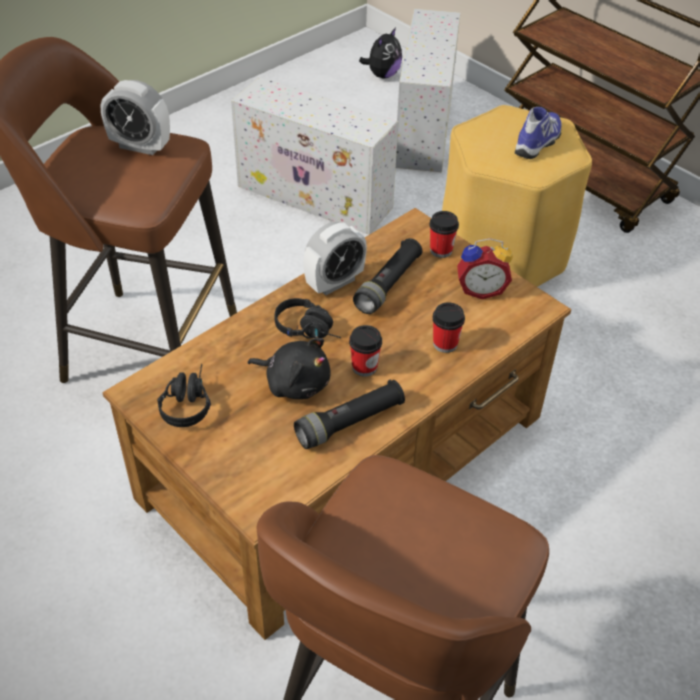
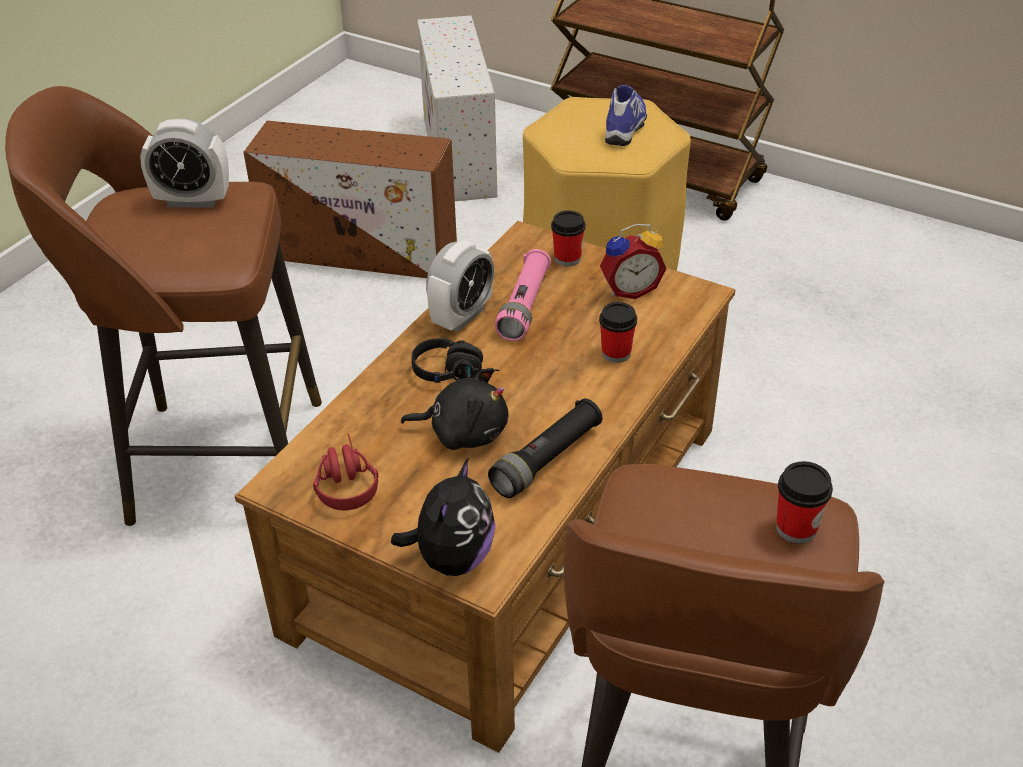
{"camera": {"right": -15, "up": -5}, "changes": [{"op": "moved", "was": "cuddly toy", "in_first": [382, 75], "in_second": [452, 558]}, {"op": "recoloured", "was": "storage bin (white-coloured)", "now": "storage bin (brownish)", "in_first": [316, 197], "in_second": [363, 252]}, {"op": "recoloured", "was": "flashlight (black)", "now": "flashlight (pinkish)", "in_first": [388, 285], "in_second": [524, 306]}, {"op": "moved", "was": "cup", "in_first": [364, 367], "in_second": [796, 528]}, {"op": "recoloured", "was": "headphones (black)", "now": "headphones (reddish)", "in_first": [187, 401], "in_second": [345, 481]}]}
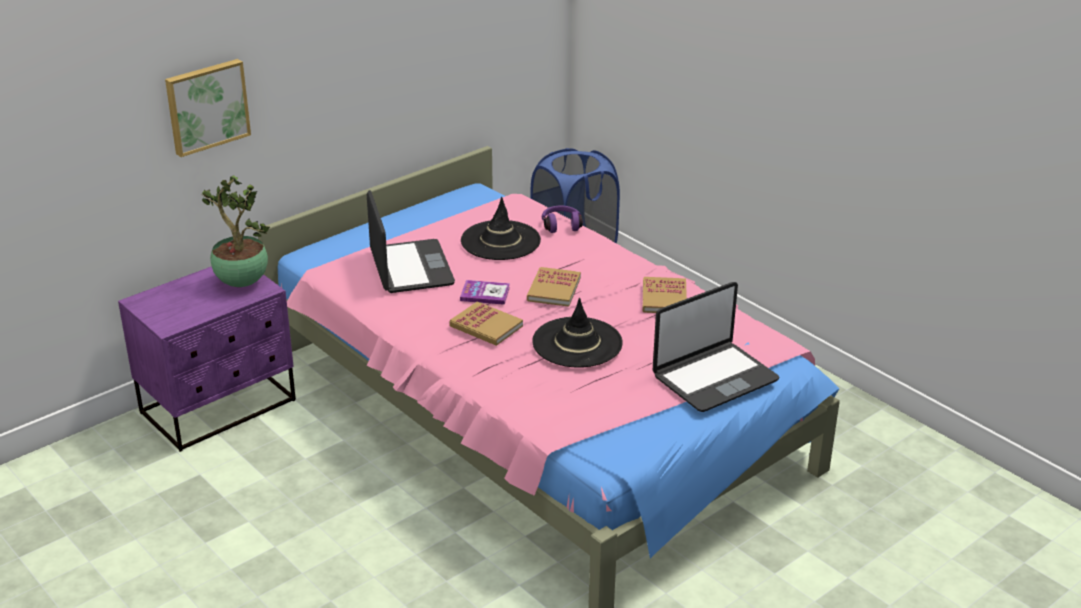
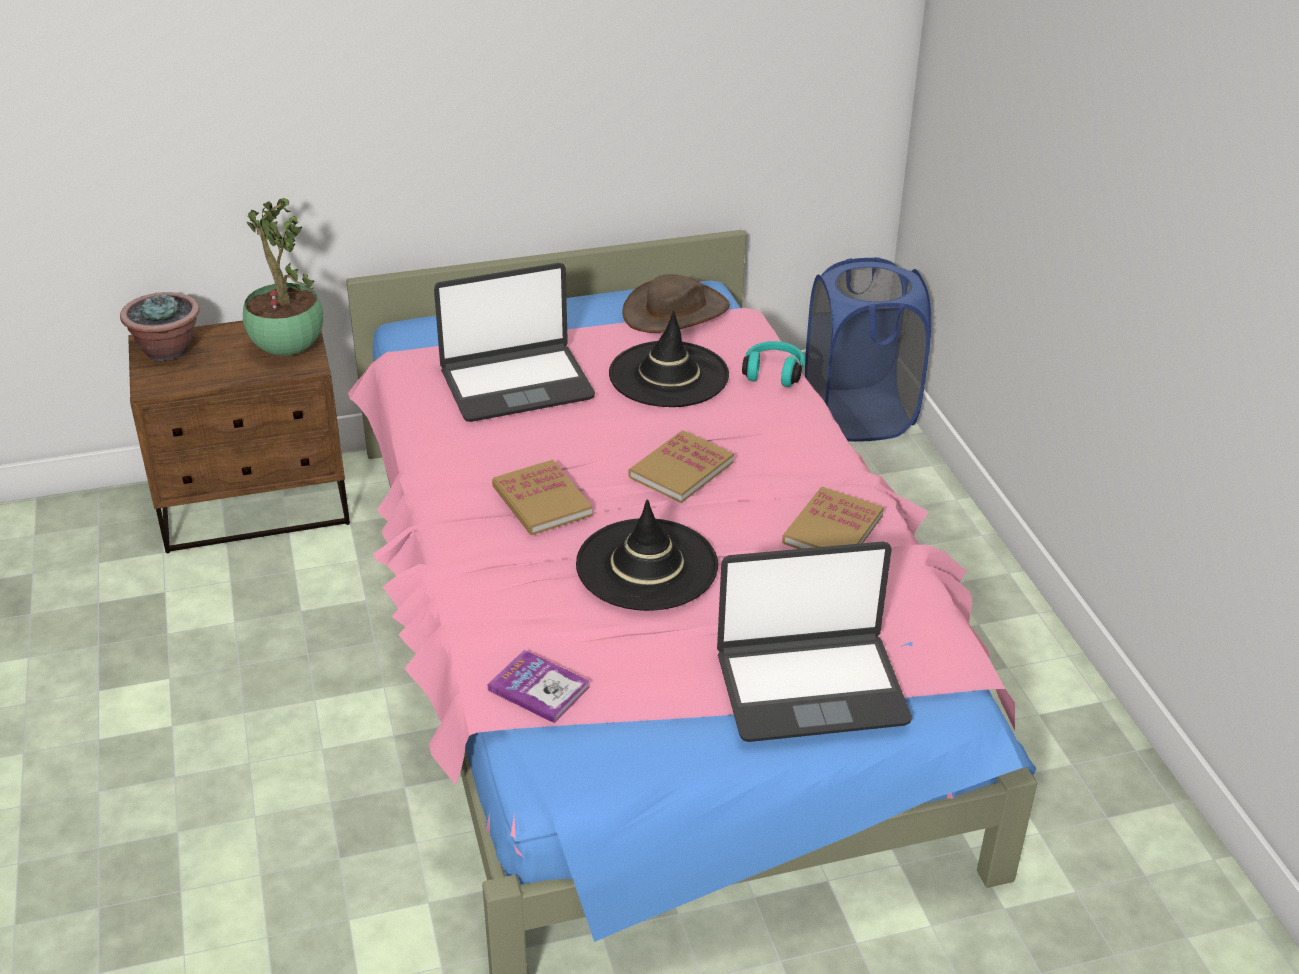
{"camera": {"right": 25, "up": 5}, "changes": [{"op": "removed", "was": "wall art", "in_first": [206, 106]}, {"op": "turned", "was": "notebook computer", "in_first": [410, 268], "in_second": [516, 384], "clockwise": 60}, {"op": "recoloured", "was": "headphones (purplish)", "now": "headphones (turquoise)", "in_first": [561, 225], "in_second": [774, 373]}, {"op": "recoloured", "was": "nightstand (purplish)", "now": "nightstand (brownish)", "in_first": [220, 407], "in_second": [256, 506]}, {"op": "moved", "was": "book", "in_first": [485, 294], "in_second": [539, 688]}, {"op": "added", "now": "wearable hat (brownish)", "in_second": [676, 311]}, {"op": "added", "now": "potted plant", "in_second": [167, 350]}]}
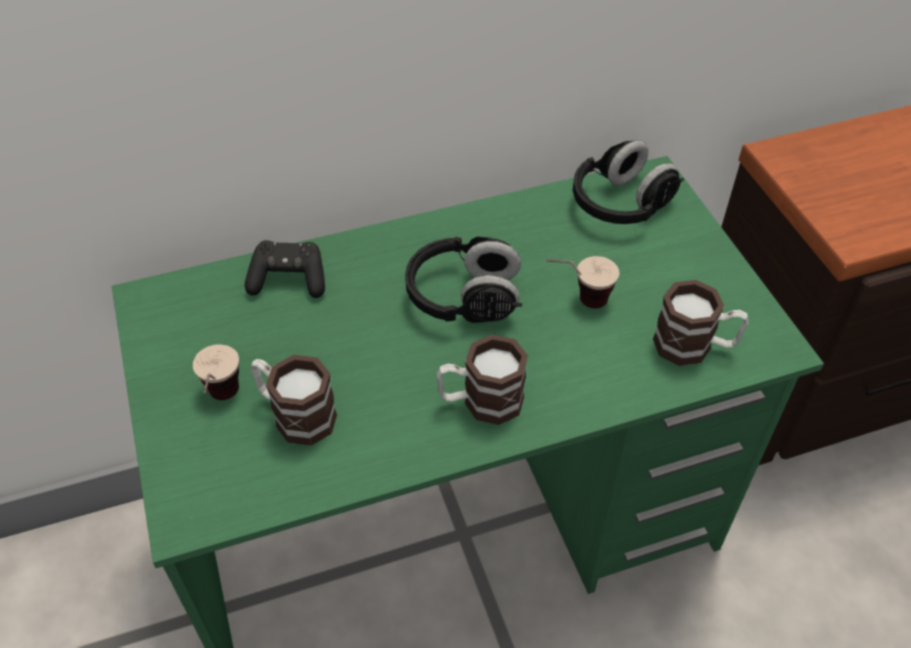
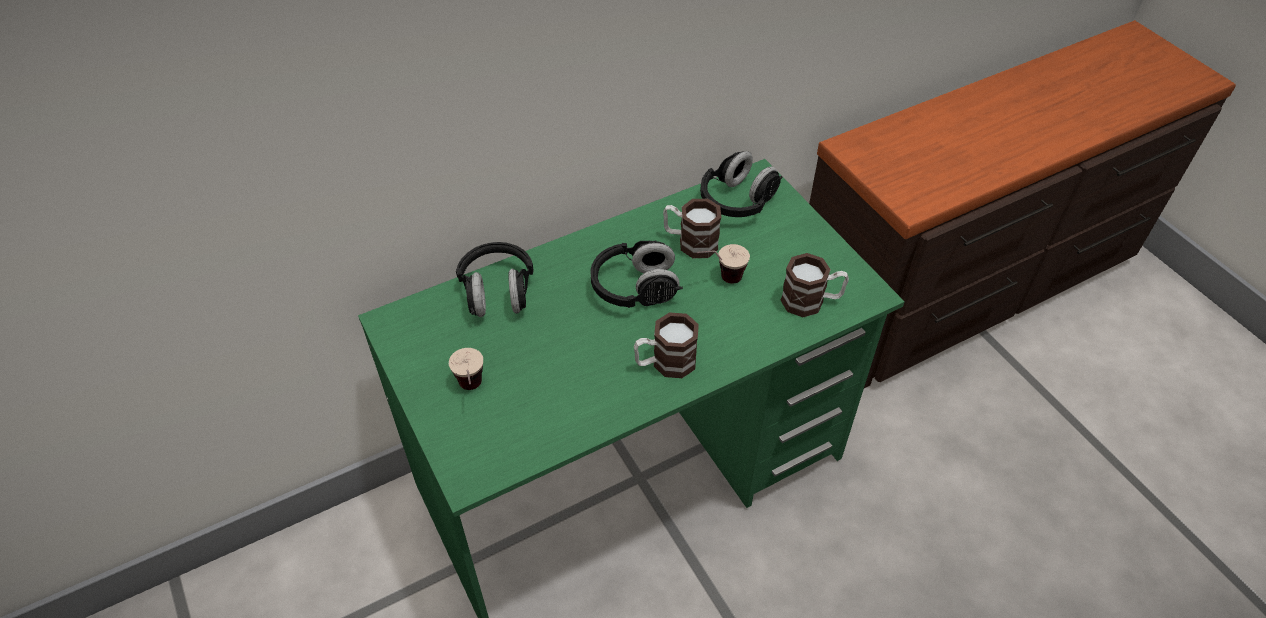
{"camera": {"right": -10, "up": 0}, "changes": [{"op": "replaced", "was": "joypad (black)", "now": "headphones (black)", "in_first": [289, 280], "in_second": [497, 292]}, {"op": "moved", "was": "coffee mug", "in_first": [295, 414], "in_second": [690, 242]}]}
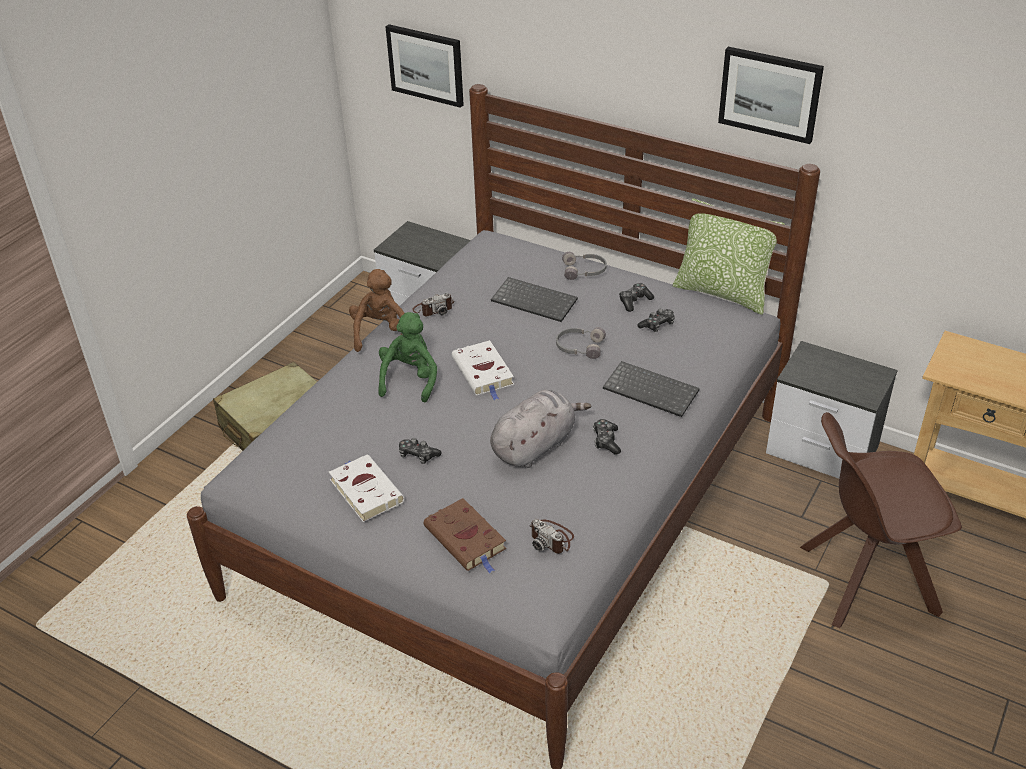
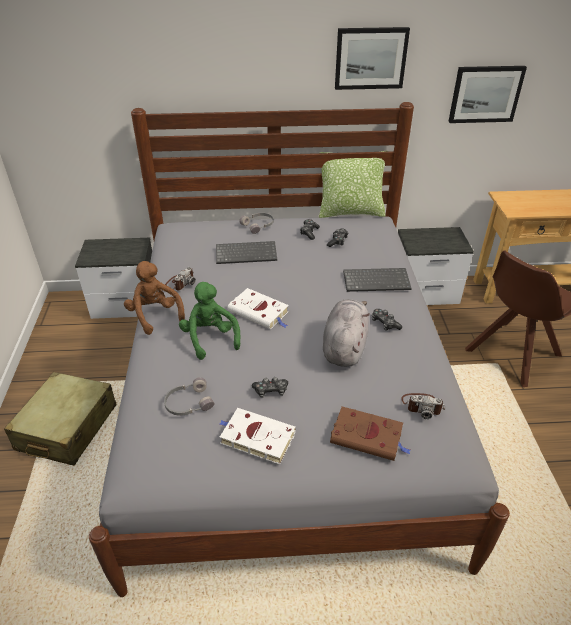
{"camera": {"right": -35, "up": 0}, "changes": [{"op": "moved", "was": "wall art", "in_first": [426, 65], "in_second": [485, 94]}, {"op": "moved", "was": "headphones (grey)", "in_first": [579, 347], "in_second": [188, 403]}]}
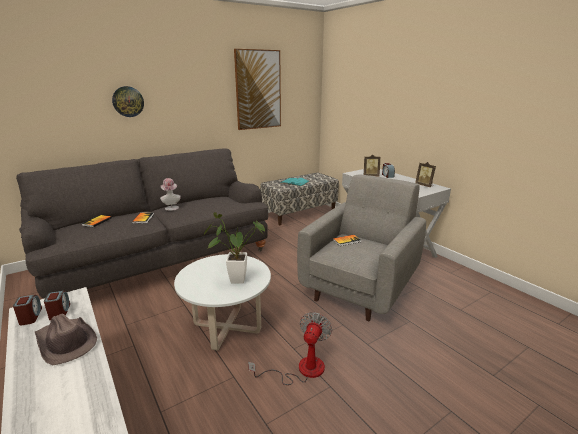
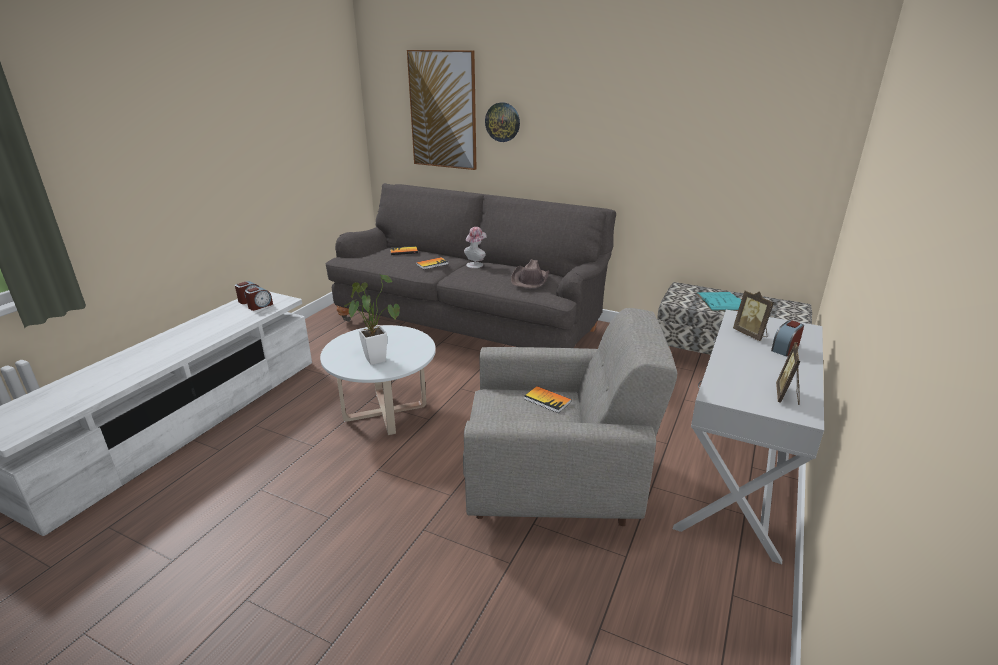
{"camera": {"right": 60, "up": 5}, "changes": [{"op": "moved", "was": "wall art", "in_first": [258, 90], "in_second": [443, 110]}, {"op": "removed", "was": "fan", "in_first": [301, 370]}, {"op": "moved", "was": "wearable hat (brownish)", "in_first": [65, 342], "in_second": [530, 279]}]}
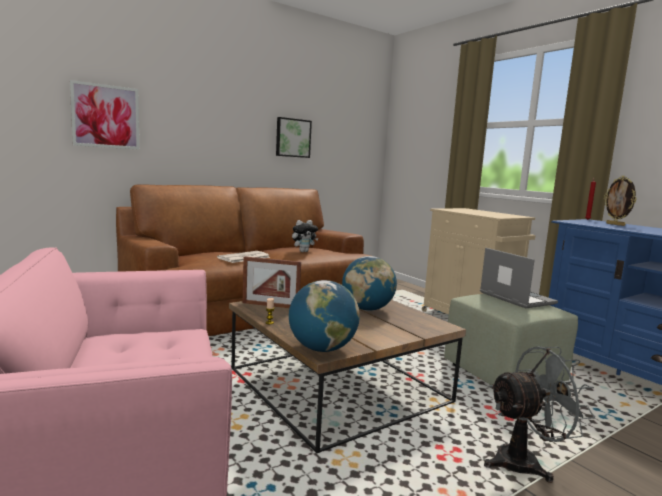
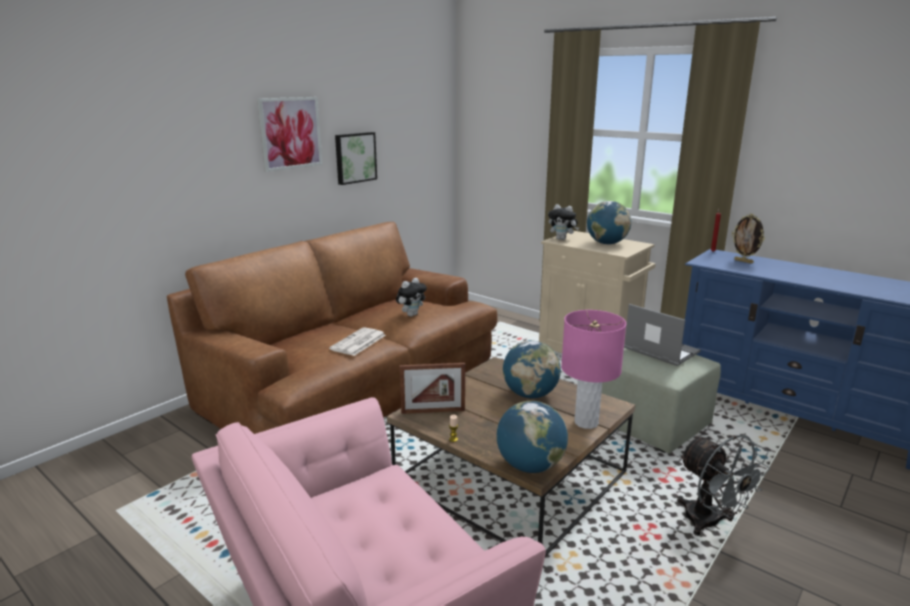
{"camera": {"right": -15, "up": 10}, "changes": [{"op": "moved", "was": "wall art", "in_first": [105, 116], "in_second": [290, 133]}, {"op": "turned", "was": "fan (grey)", "in_first": [526, 462], "in_second": [710, 524], "clockwise": 90}, {"op": "added", "now": "globe", "in_second": [607, 243]}, {"op": "added", "now": "cuddly toy", "in_second": [562, 239]}, {"op": "added", "now": "lamp for a table (pinkish)", "in_second": [586, 422]}]}
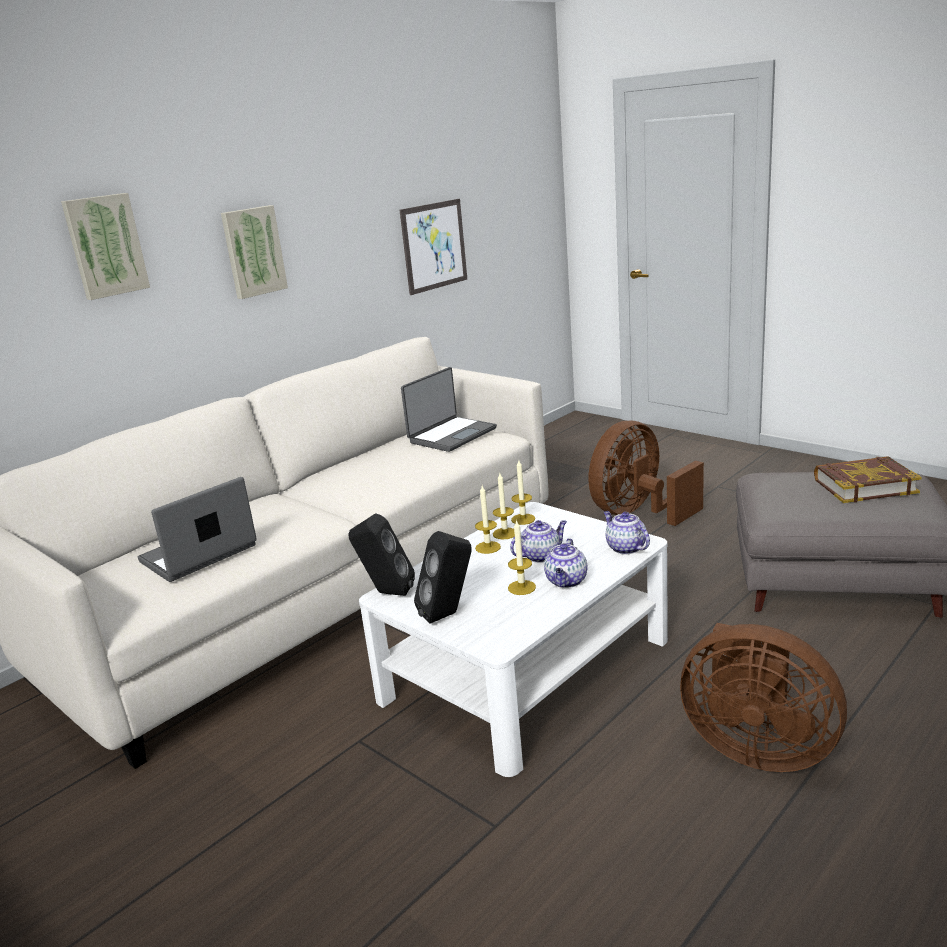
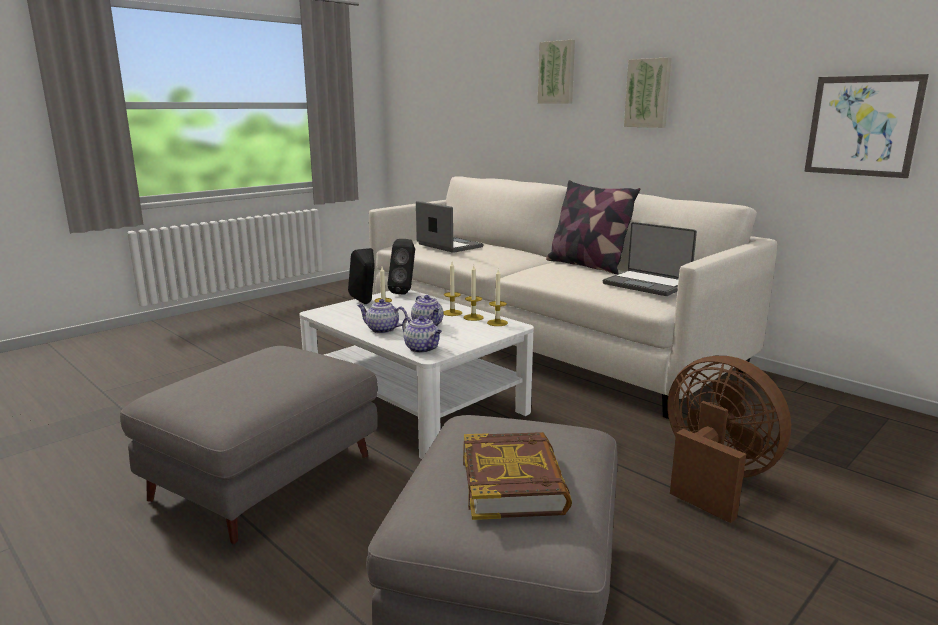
{"camera": {"right": 90, "up": -5}, "changes": [{"op": "turned", "was": "teapot", "in_first": [625, 548], "in_second": [423, 349], "clockwise": 75}, {"op": "replaced", "was": "fan (brownish)", "now": "pouffe (grey)", "in_first": [756, 747], "in_second": [265, 478]}, {"op": "added", "now": "cushion", "in_second": [587, 265]}]}
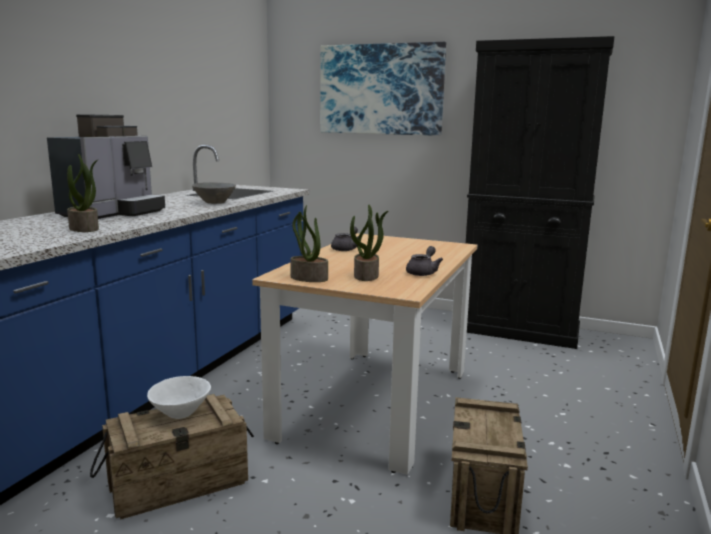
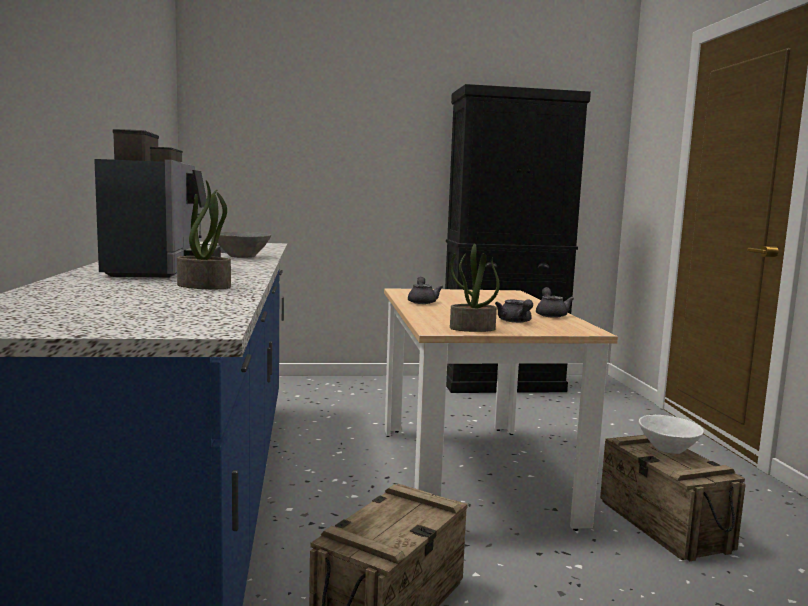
{"camera": {"right": -30, "up": -5}, "changes": [{"op": "removed", "was": "wall art", "in_first": [381, 89]}, {"op": "replaced", "was": "potted plant", "now": "teapot (grey)", "in_first": [367, 276], "in_second": [515, 322]}, {"op": "moved", "was": "bowl (white-coloured)", "in_first": [180, 413], "in_second": [668, 449]}]}
